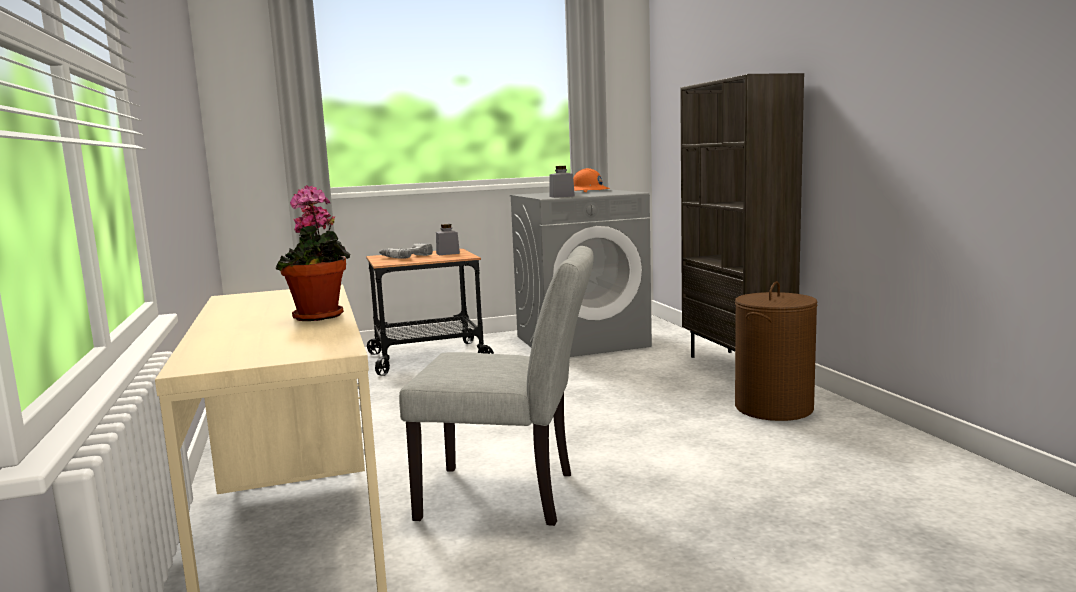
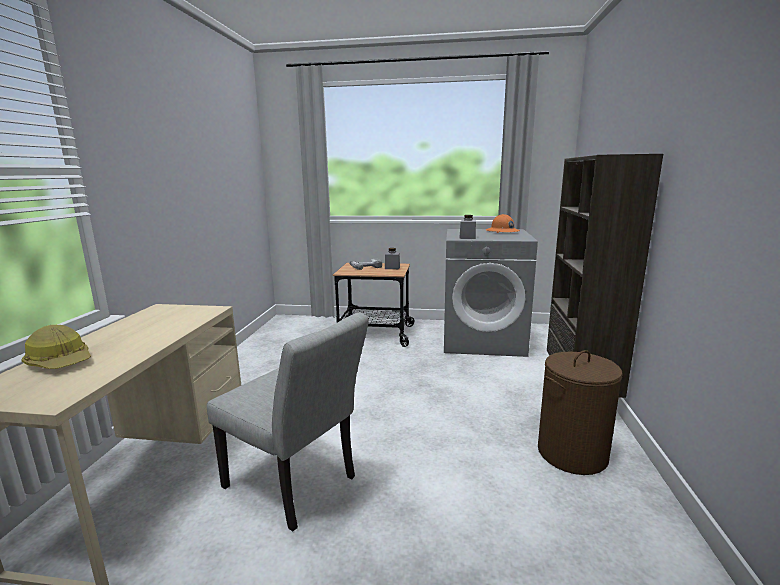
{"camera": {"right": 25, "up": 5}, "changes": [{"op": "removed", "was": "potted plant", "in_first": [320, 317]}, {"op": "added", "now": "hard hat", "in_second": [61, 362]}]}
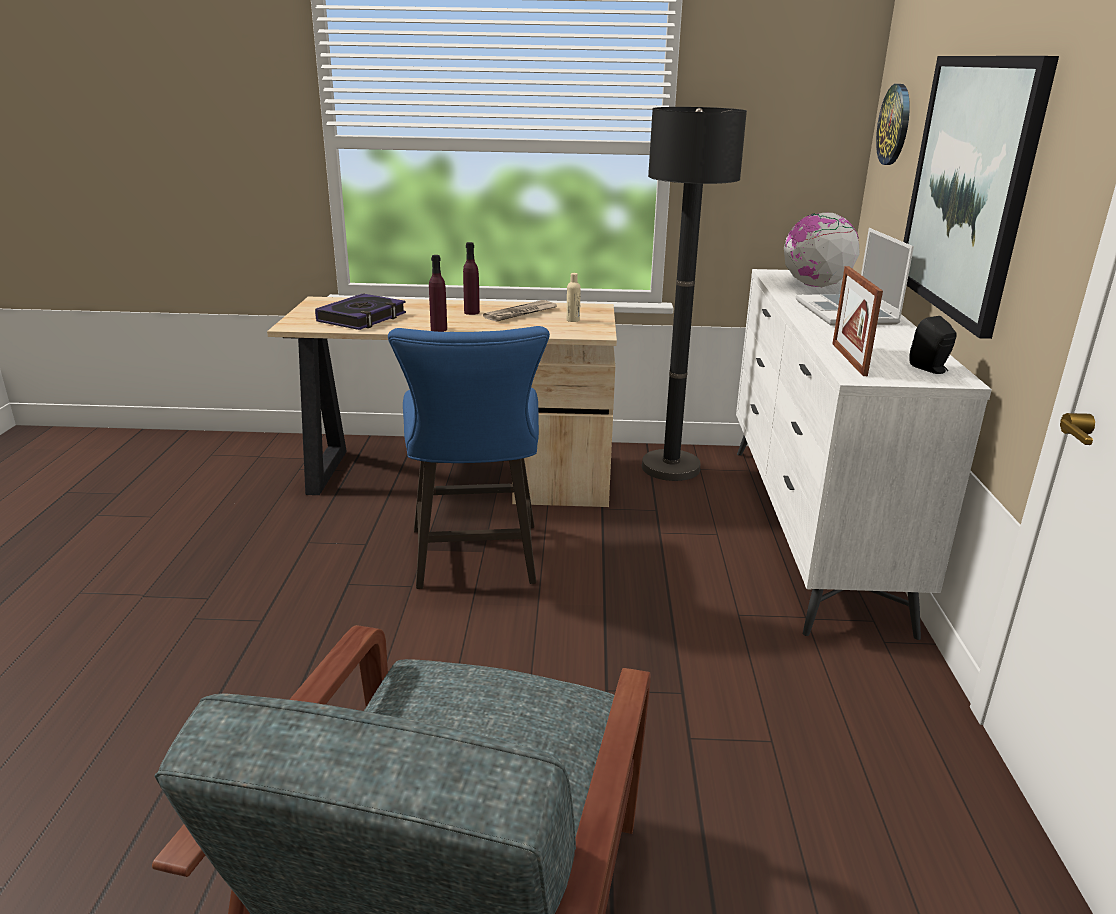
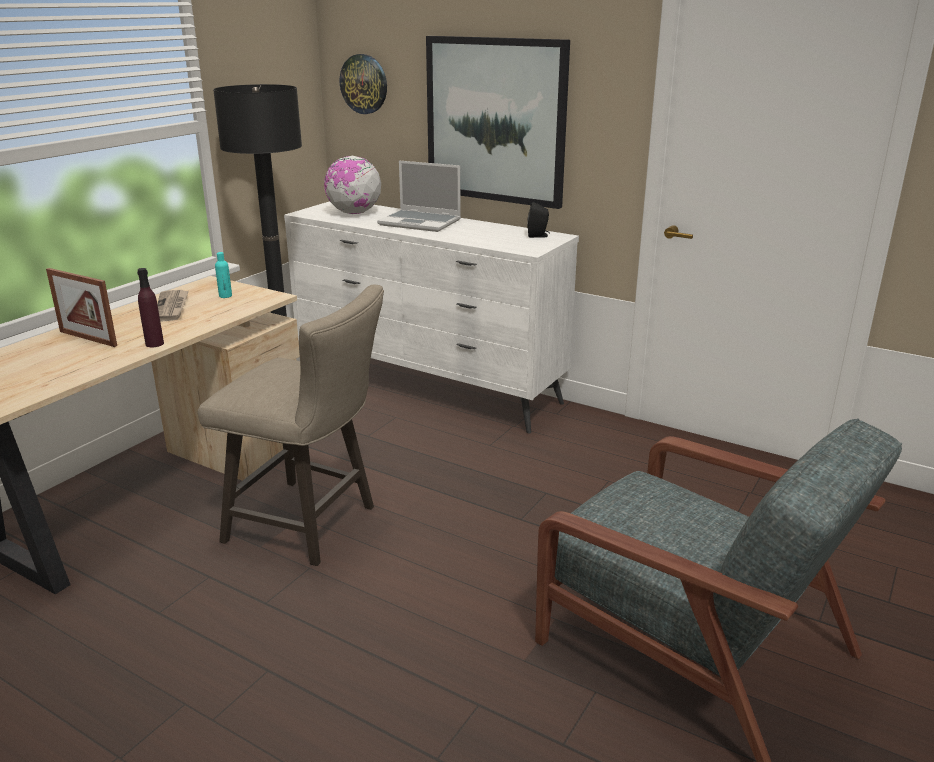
{"camera": {"right": -60, "up": 0}, "changes": [{"op": "removed", "was": "bottle (purplish)", "in_first": [471, 312]}, {"op": "moved", "was": "standing frame", "in_first": [849, 359], "in_second": [88, 338]}, {"op": "recoloured", "was": "bottle (sand-coloured)", "now": "bottle (turquoise)", "in_first": [573, 320], "in_second": [225, 296]}, {"op": "removed", "was": "book", "in_first": [362, 318]}, {"op": "recoloured", "was": "stool (blue-coloured)", "now": "stool (sand-coloured)", "in_first": [475, 561], "in_second": [310, 525]}]}
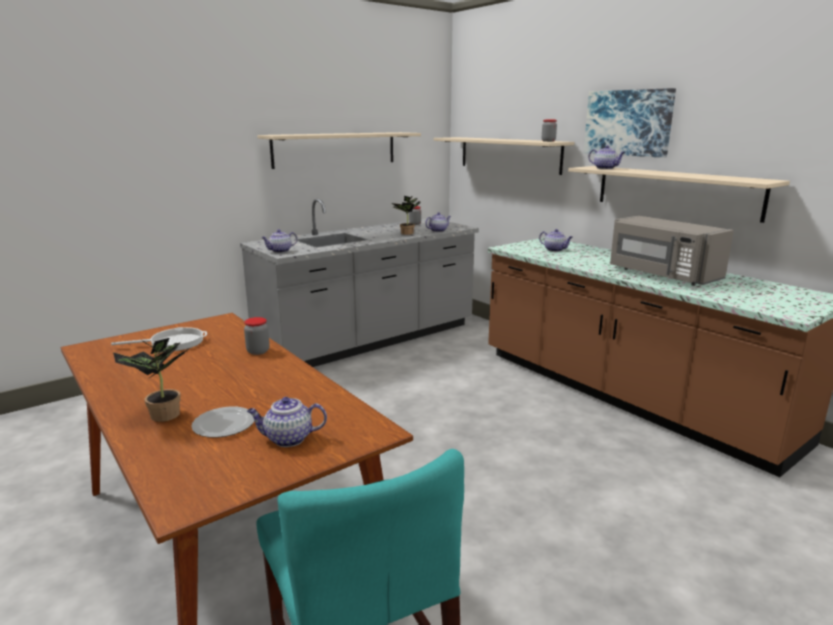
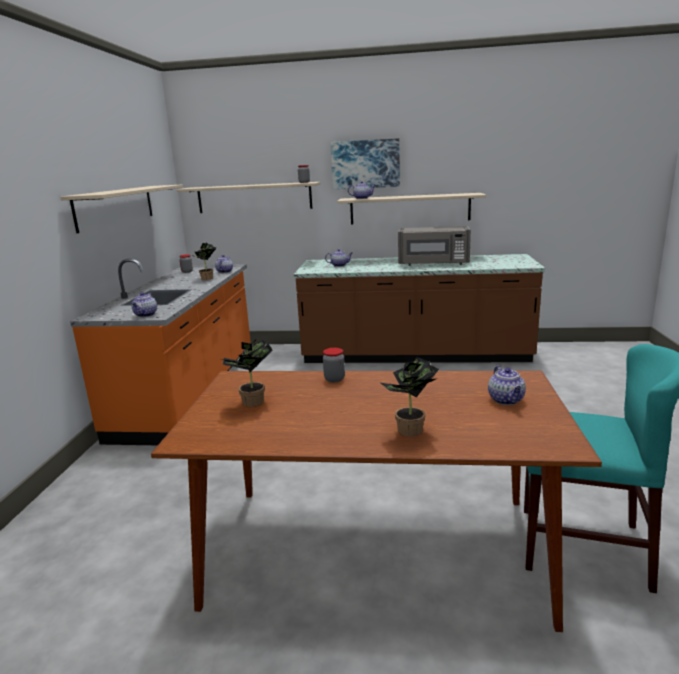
{"camera": {"right": -45, "up": 0}, "changes": [{"op": "recoloured", "was": "counter (grey)", "now": "counter (orange-coloured)", "in_first": [369, 341], "in_second": [191, 390]}, {"op": "replaced", "was": "frying pan", "now": "potted plant", "in_first": [173, 343], "in_second": [252, 403]}, {"op": "turned", "was": "teapot", "in_first": [288, 439], "in_second": [506, 400], "clockwise": -45}, {"op": "removed", "was": "flat dish", "in_first": [224, 424]}]}
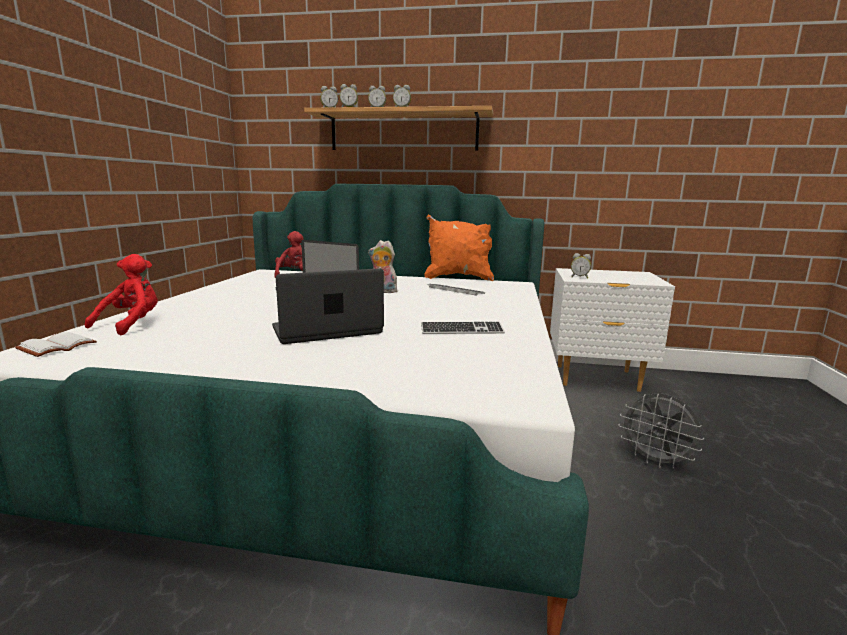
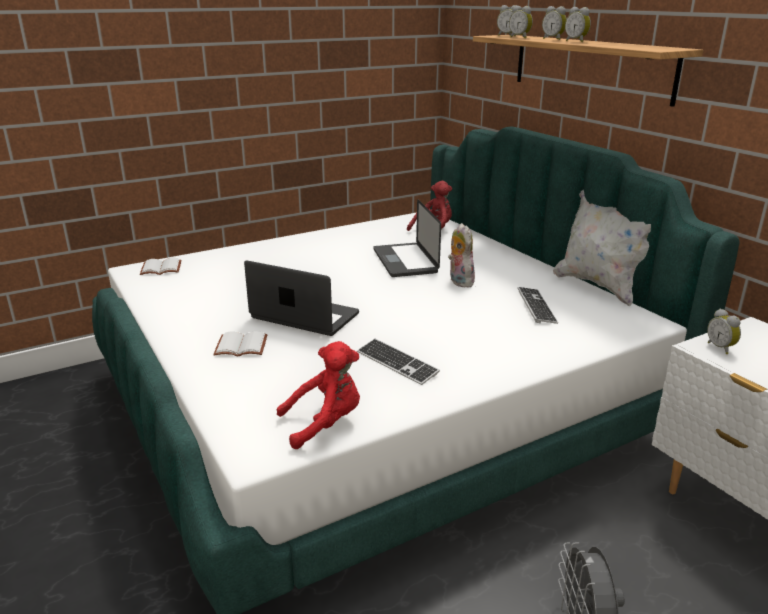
{"camera": {"right": 50, "up": 10}, "changes": [{"op": "recoloured", "was": "cushion (orange-coloured)", "now": "cushion (white-coloured)", "in_first": [458, 278], "in_second": [599, 286]}, {"op": "moved", "was": "cuddly toy (reddish)", "in_first": [132, 324], "in_second": [325, 423]}, {"op": "added", "now": "book (white-coloured)", "in_second": [242, 345]}]}
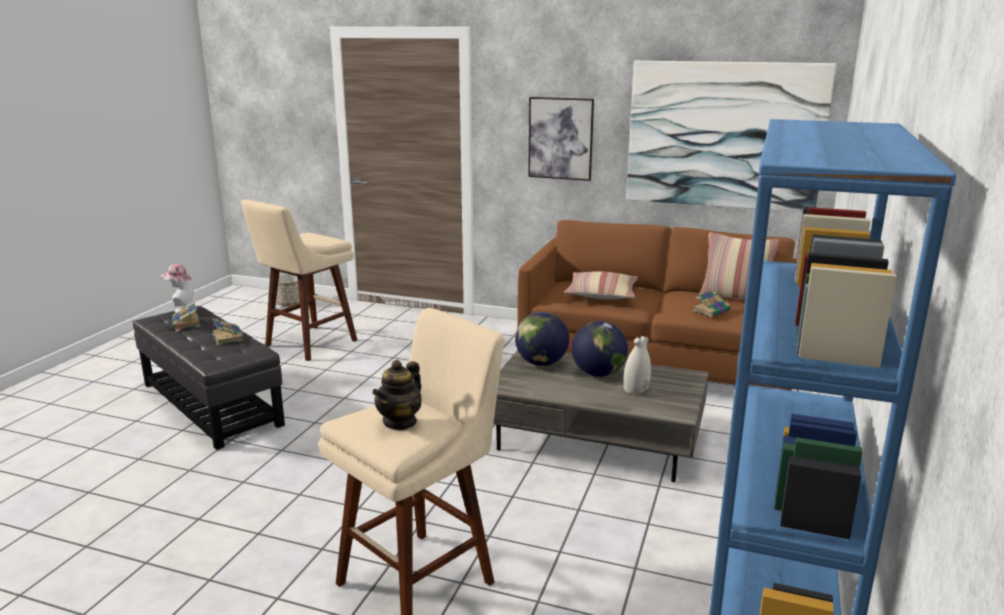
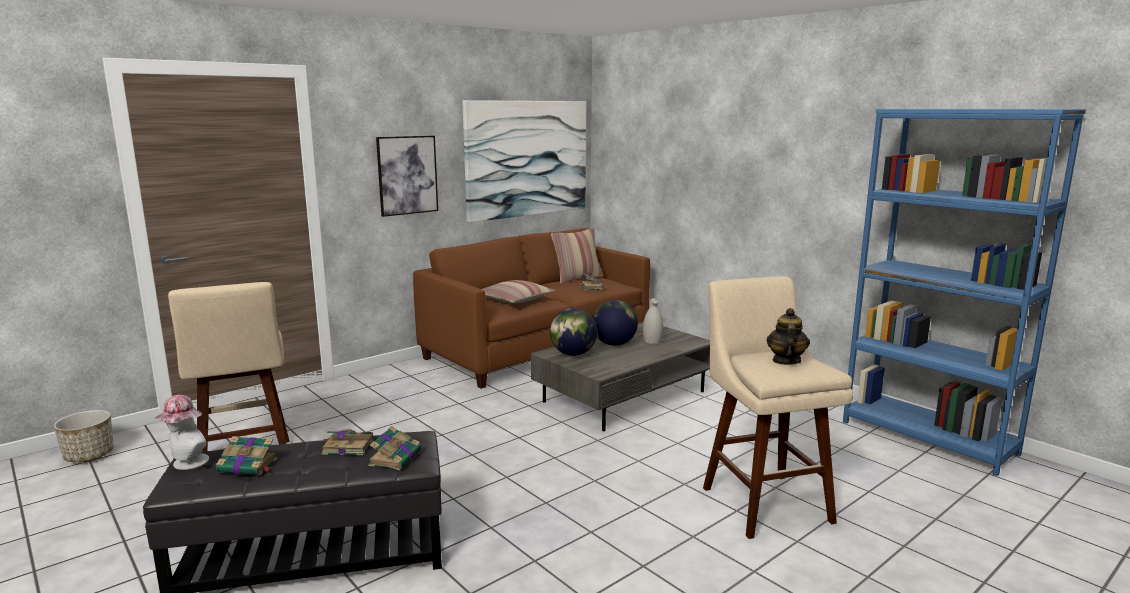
{"camera": {"right": -60, "up": -5}, "changes": [{"op": "turned", "was": "teapot", "in_first": [400, 422], "in_second": [785, 361], "clockwise": -135}, {"op": "added", "now": "book", "in_second": [396, 457]}]}
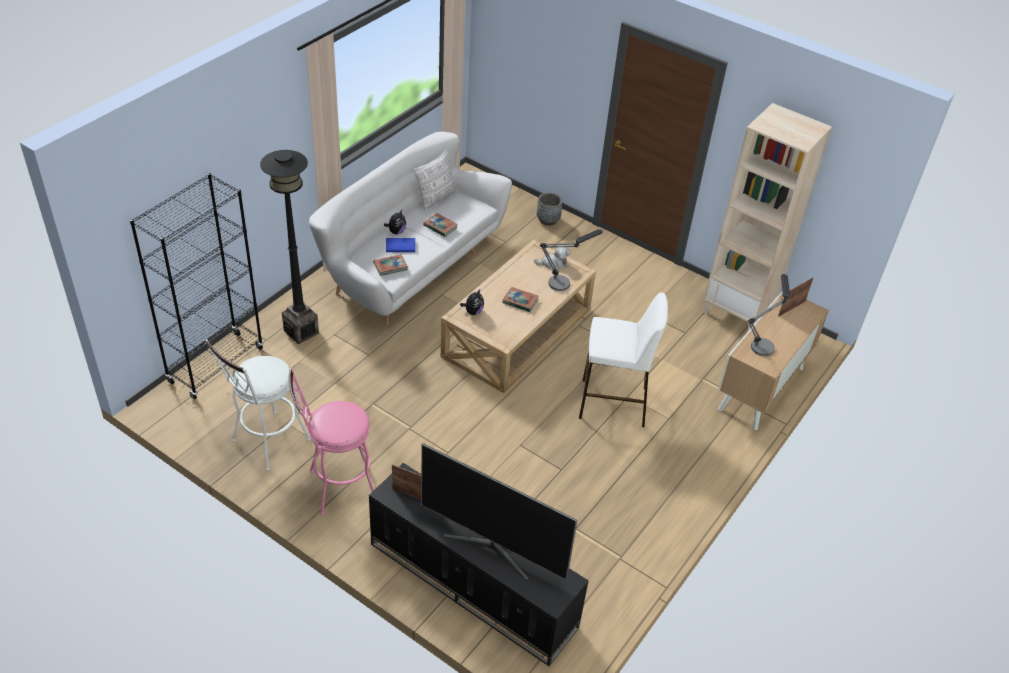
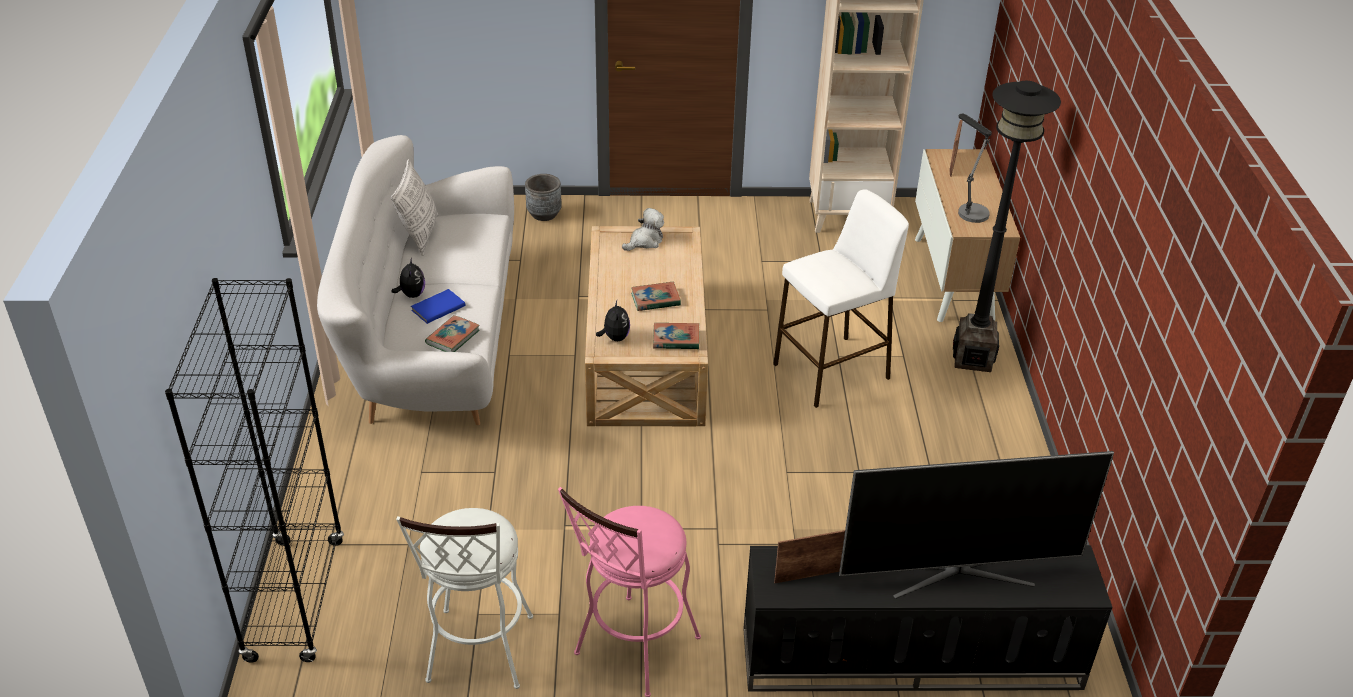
{"camera": {"right": -35, "up": -5}, "changes": [{"op": "moved", "was": "standing lamp (black)", "in_first": [301, 331], "in_second": [972, 358]}, {"op": "moved", "was": "book", "in_first": [440, 227], "in_second": [676, 339]}, {"op": "removed", "was": "lamp for a table", "in_first": [565, 282]}]}
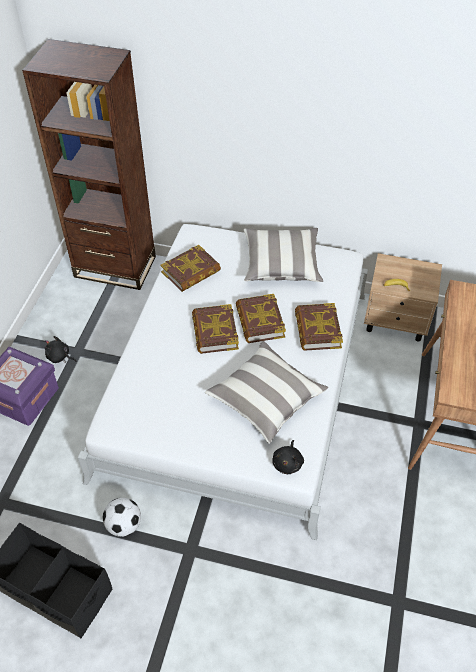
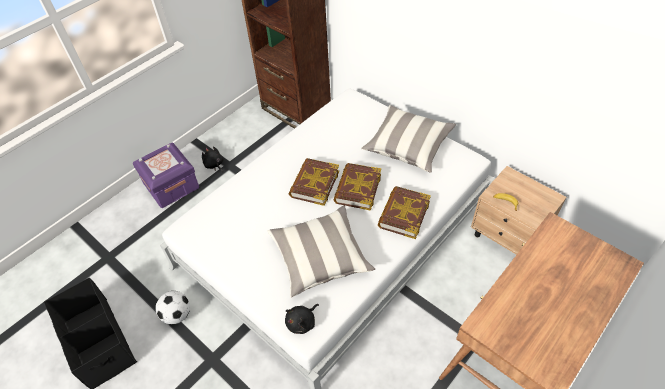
{"camera": {"right": 30, "up": 0}, "changes": [{"op": "removed", "was": "book", "in_first": [191, 272]}]}
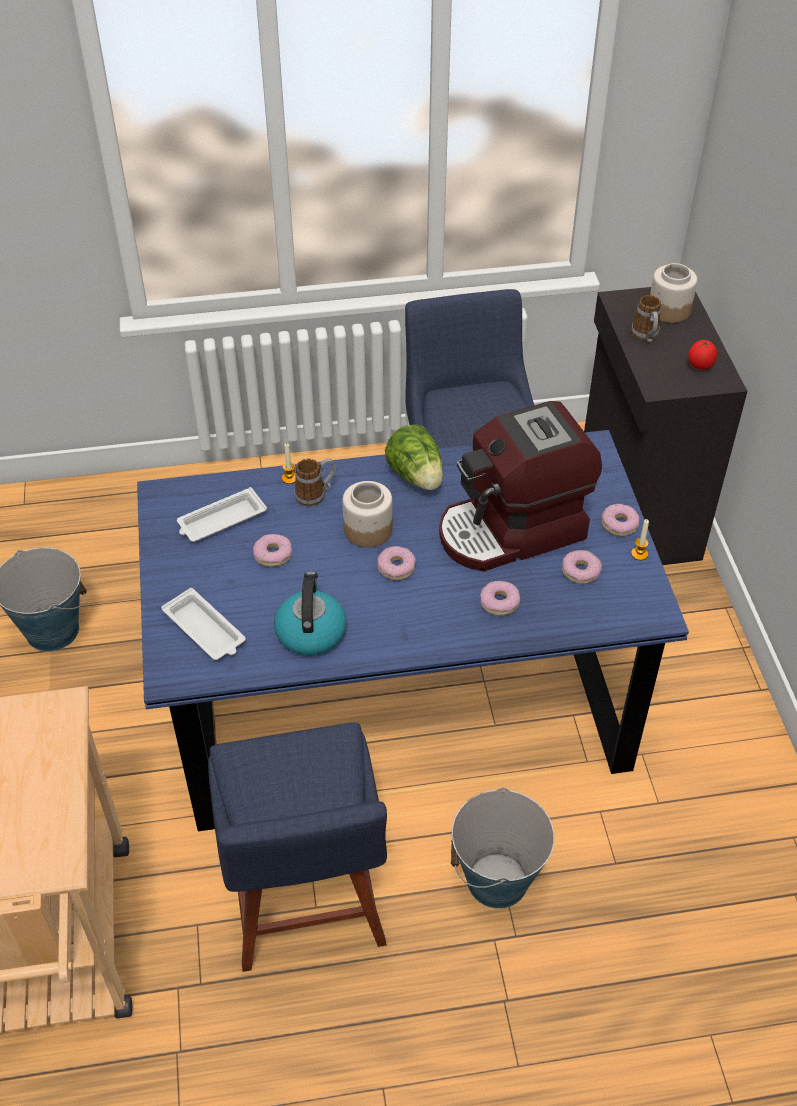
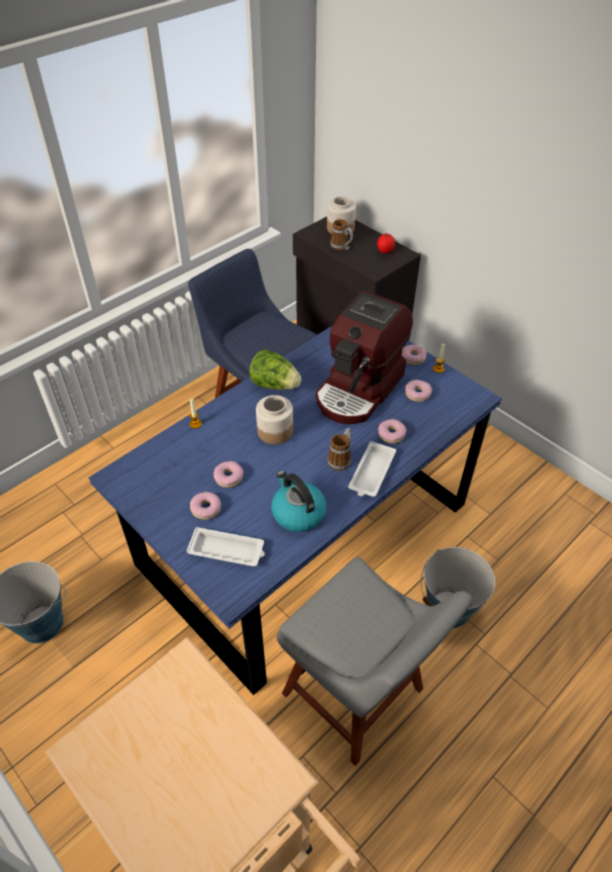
{"camera": {"right": -35, "up": 0}, "changes": [{"op": "moved", "was": "coffee mug", "in_first": [316, 494], "in_second": [341, 458]}, {"op": "moved", "was": "carrying tray (white-coloured)", "in_first": [220, 520], "in_second": [371, 473]}, {"op": "moved", "was": "doughnut", "in_first": [396, 567], "in_second": [206, 509]}, {"op": "recoloured", "was": "chair (blue-coloured)", "now": "chair (grey)", "in_first": [306, 905], "in_second": [358, 696]}]}
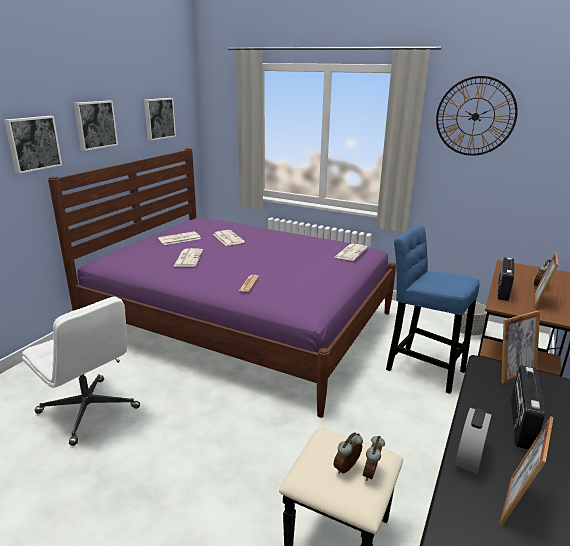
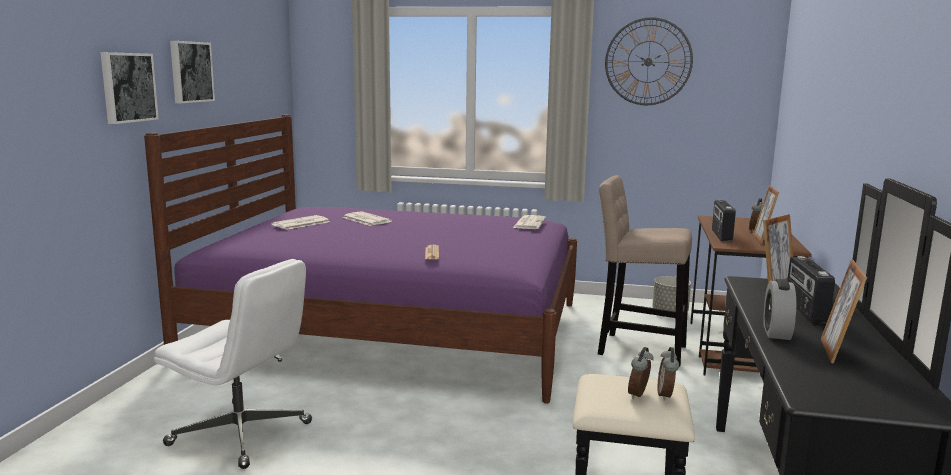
{"camera": {"right": -15, "up": -10}, "changes": [{"op": "removed", "was": "wall art", "in_first": [158, 118]}, {"op": "recoloured", "was": "stool (blue-coloured)", "now": "stool (sand-coloured)", "in_first": [421, 368], "in_second": [636, 348]}, {"op": "removed", "was": "daily paper", "in_first": [188, 258]}]}
